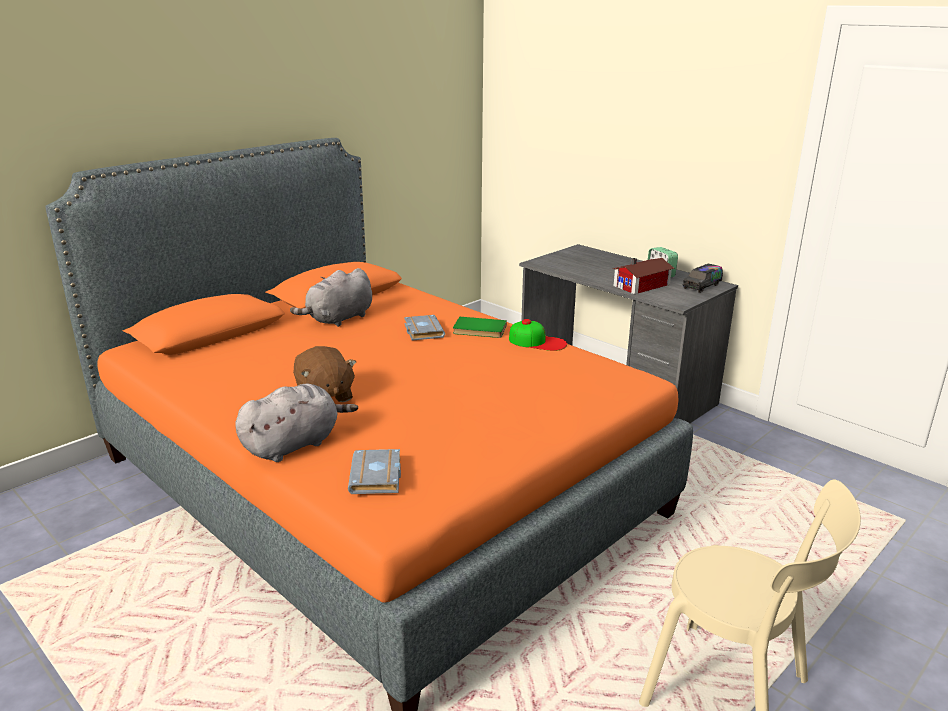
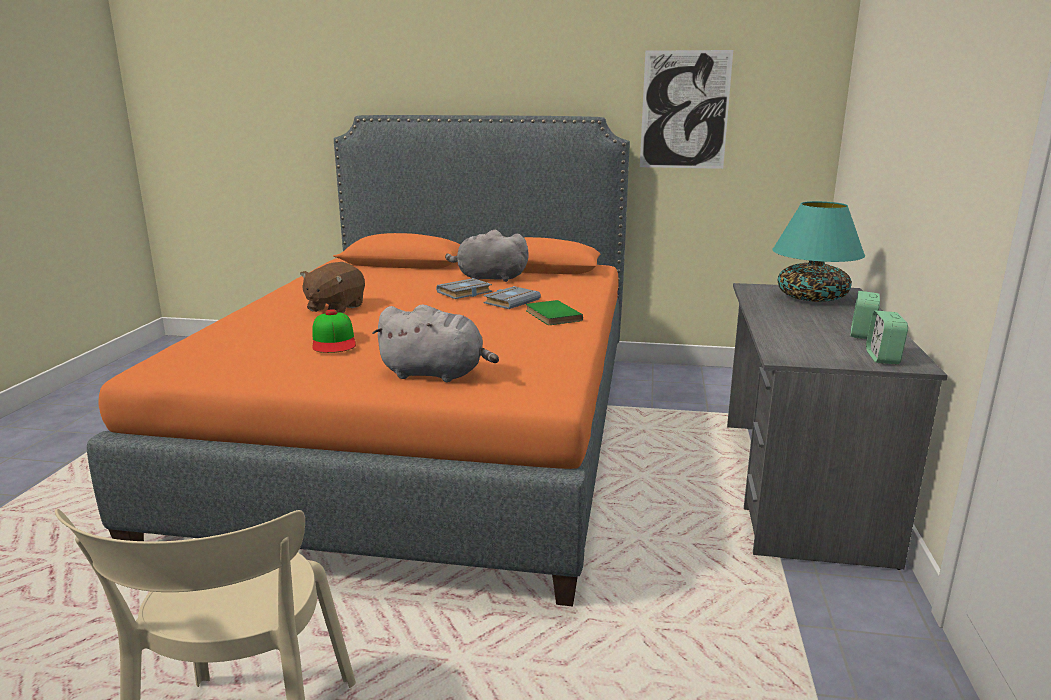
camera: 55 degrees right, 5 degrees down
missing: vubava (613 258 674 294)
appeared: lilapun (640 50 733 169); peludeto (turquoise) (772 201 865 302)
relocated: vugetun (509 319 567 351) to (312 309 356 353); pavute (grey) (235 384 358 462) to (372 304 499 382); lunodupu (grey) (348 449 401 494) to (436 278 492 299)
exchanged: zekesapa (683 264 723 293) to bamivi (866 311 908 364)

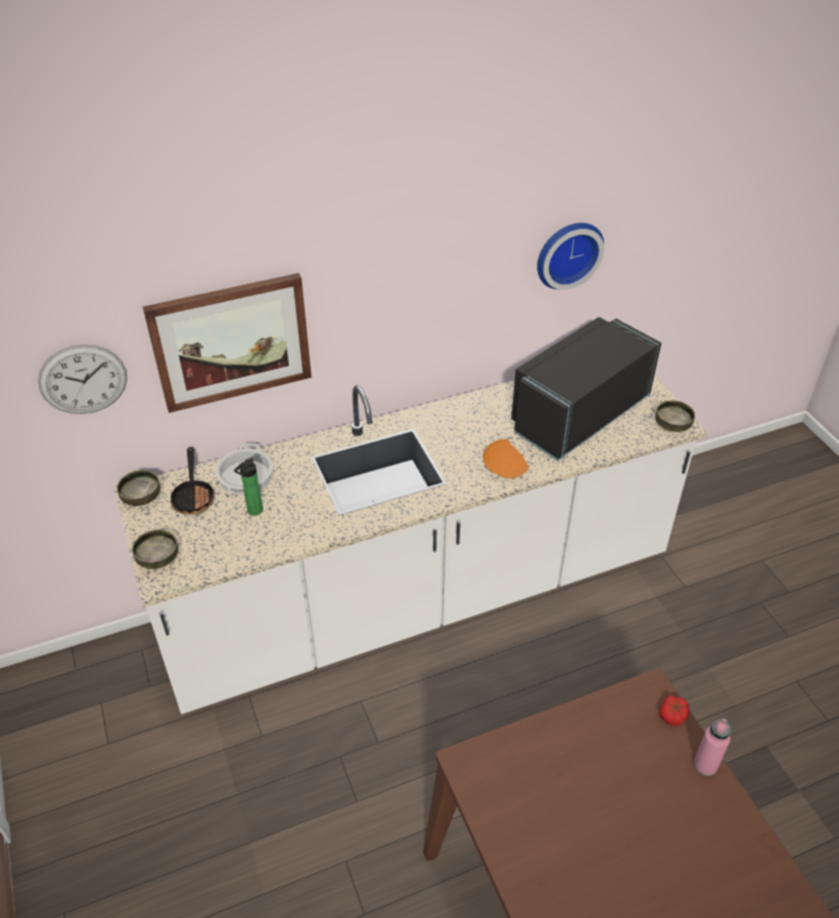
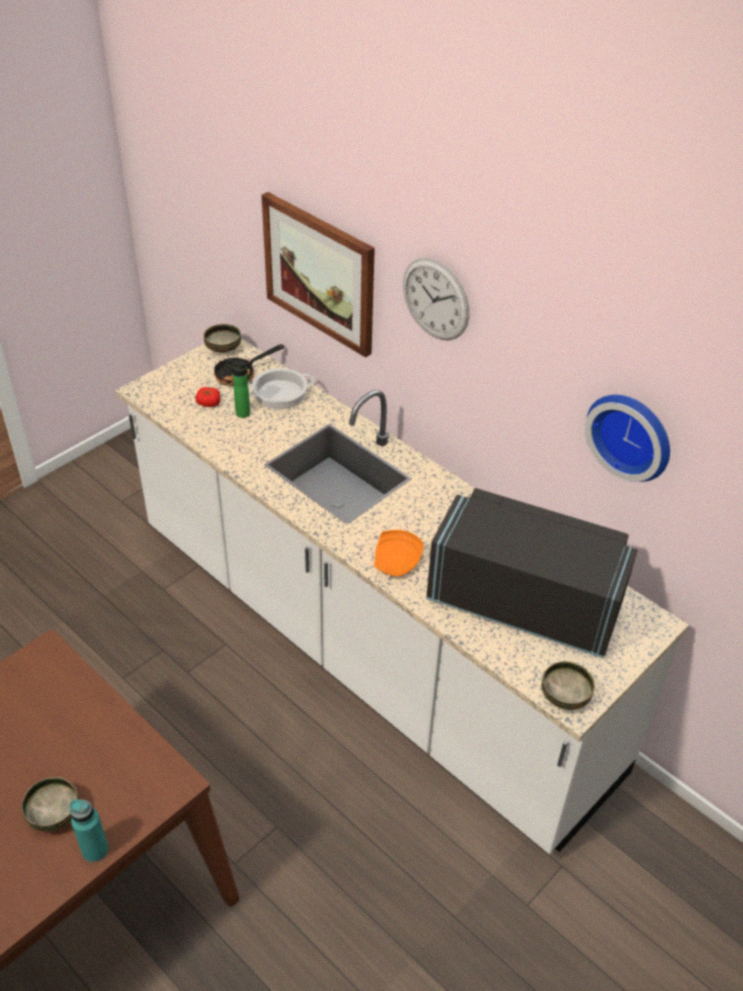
camera: 65 degrees right, 0 degrees up
relocated: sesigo (132 530 178 569) to (22 777 79 832); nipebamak (659 695 690 726) to (195 387 220 407); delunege (38 344 127 414) to (403 258 469 340)
colour: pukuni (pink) (694 718 731 776) to pukuni (turquoise) (69 799 109 862)

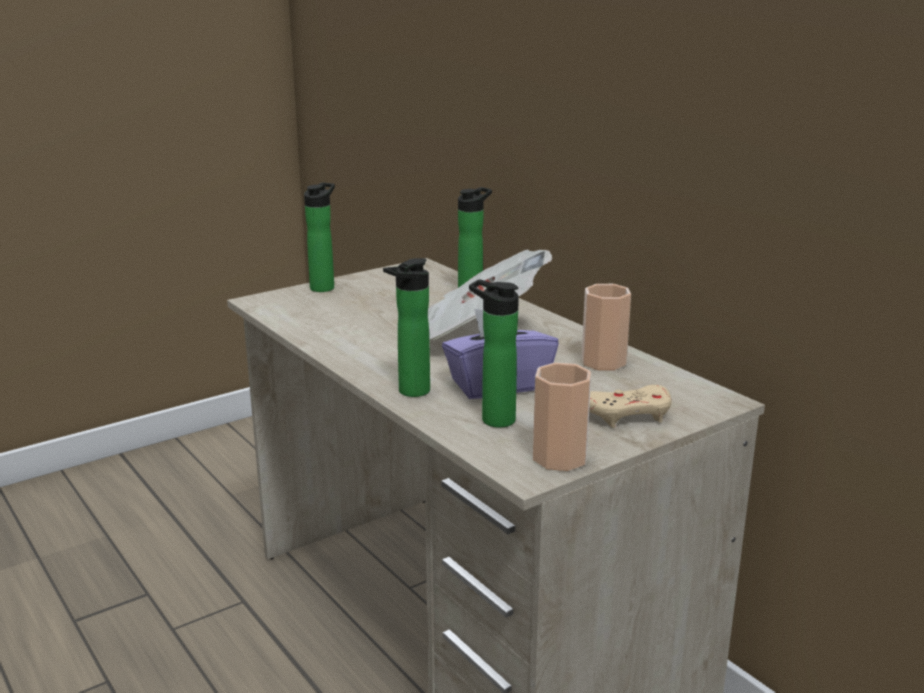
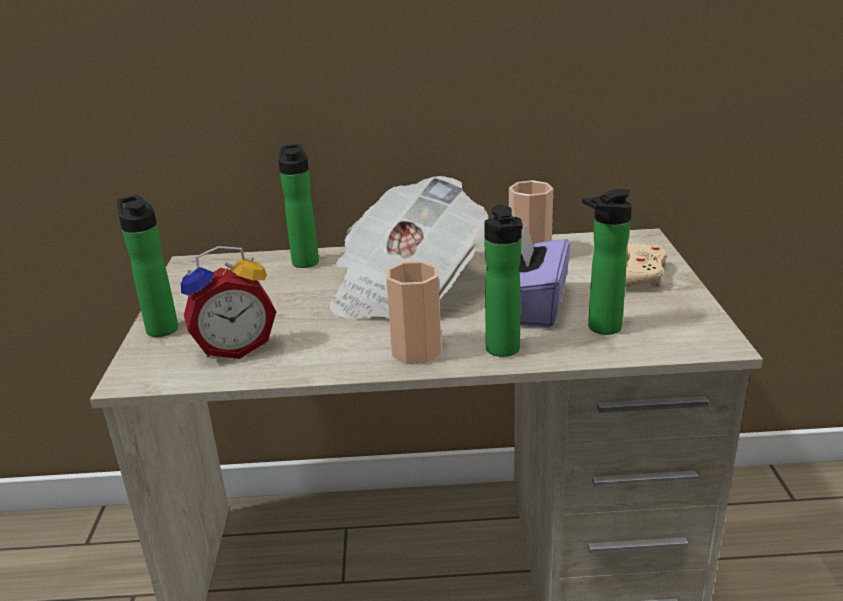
camera: 55 degrees left, 5 degrees up
appeared: bamivi (181 246 276 359)
relocated: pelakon (533 362 591 471) to (386 261 442 363)

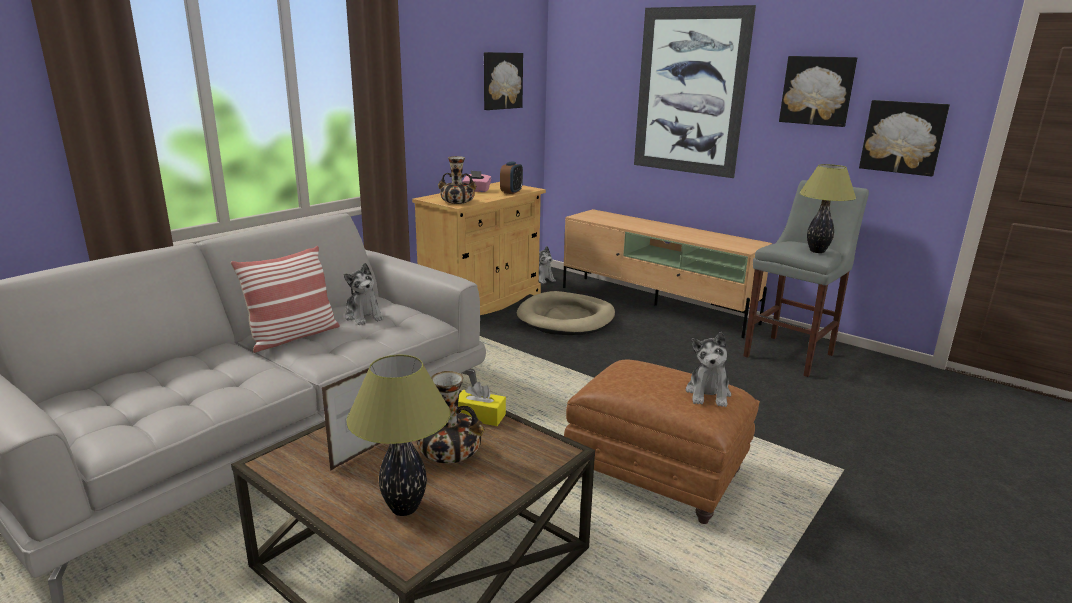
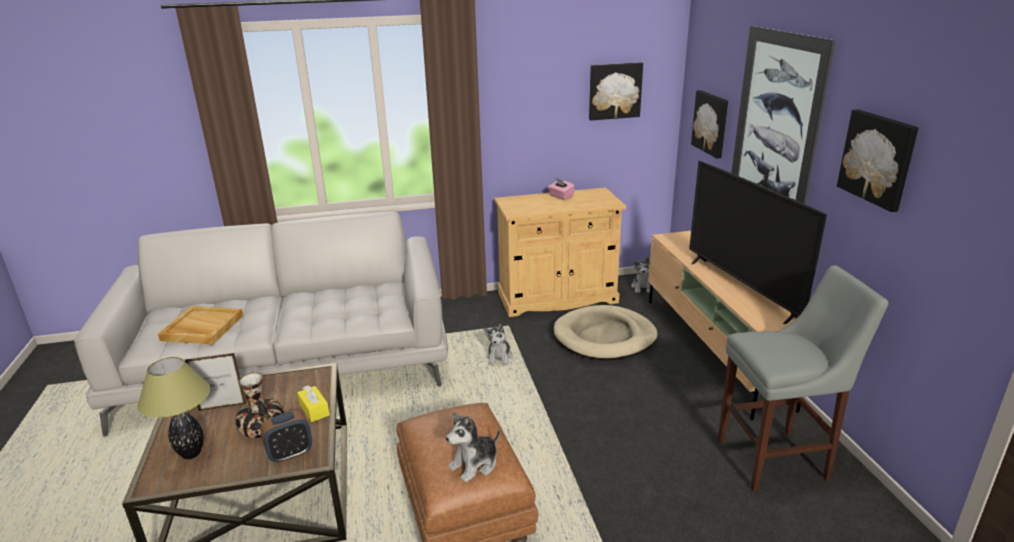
camera: 40 degrees right, 5 degrees up
missing: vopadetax (231 246 340 353); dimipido (438 156 476 204); peludeto (799 164 856 253)
appeared: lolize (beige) (158 306 243 345); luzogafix (689 161 827 324)
relocated: bamivi (500 161 523 194) to (260 410 312 463); pavute (344 263 384 325) to (484 323 513 366); lilapun (859 100 950 176) to (691 90 728 158)

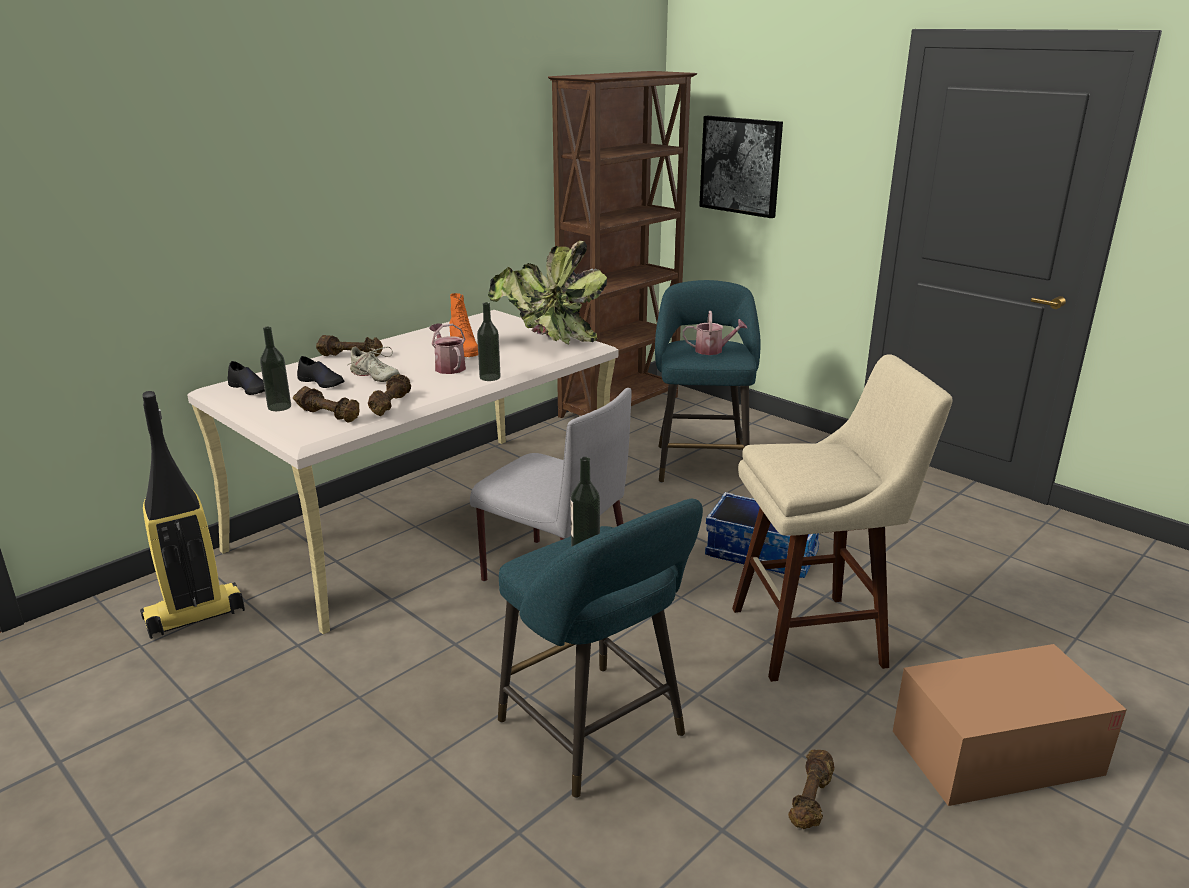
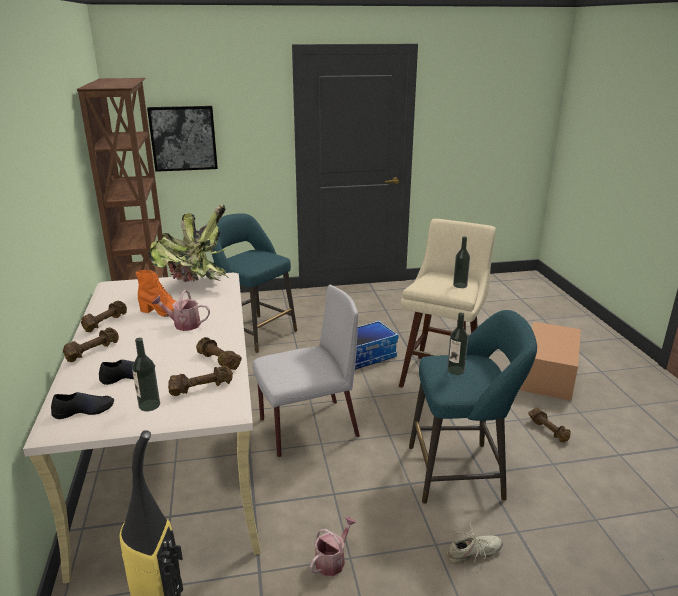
camera: 55 degrees left, 0 degrees up
appeared: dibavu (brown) (81 301 127 332)
relocated: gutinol (683 311 747 355) to (310 516 357 576); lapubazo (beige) (348 347 400 382) to (446 522 503 565); pukuni (477 302 501 381) to (453 237 470 288)

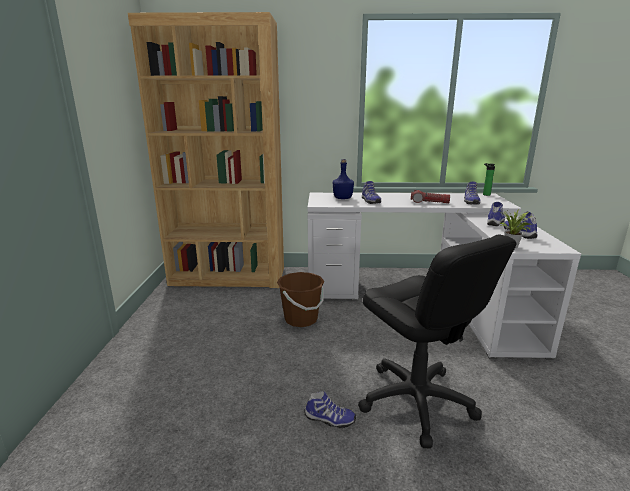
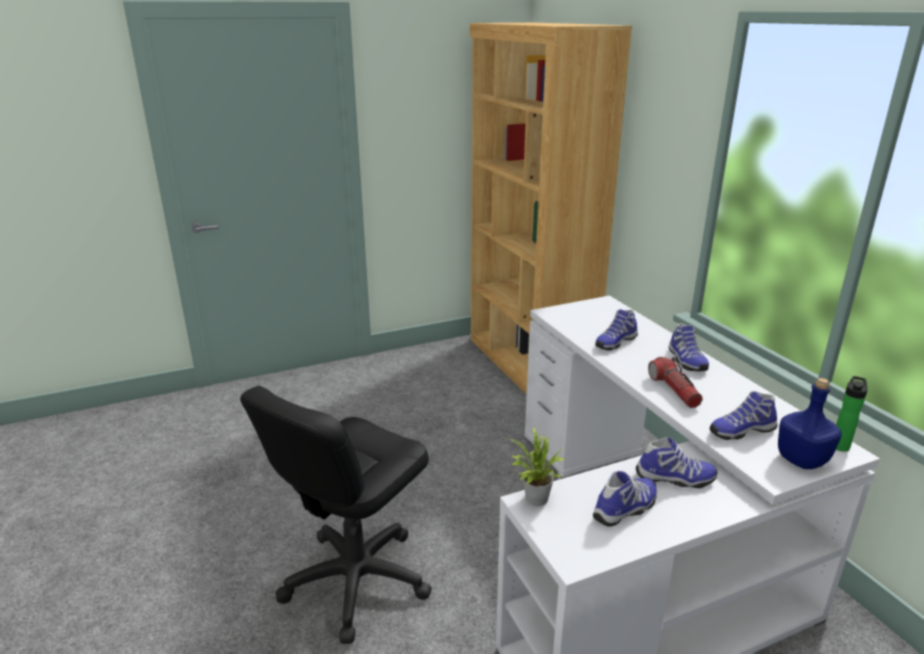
camera: 65 degrees right, 5 degrees up
missing: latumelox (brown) (277 272 324 327)
relocated: lapubazo (305 391 356 429) to (669 323 709 372); pukuni (blue) (333 159 354 199) to (778 378 842 469)

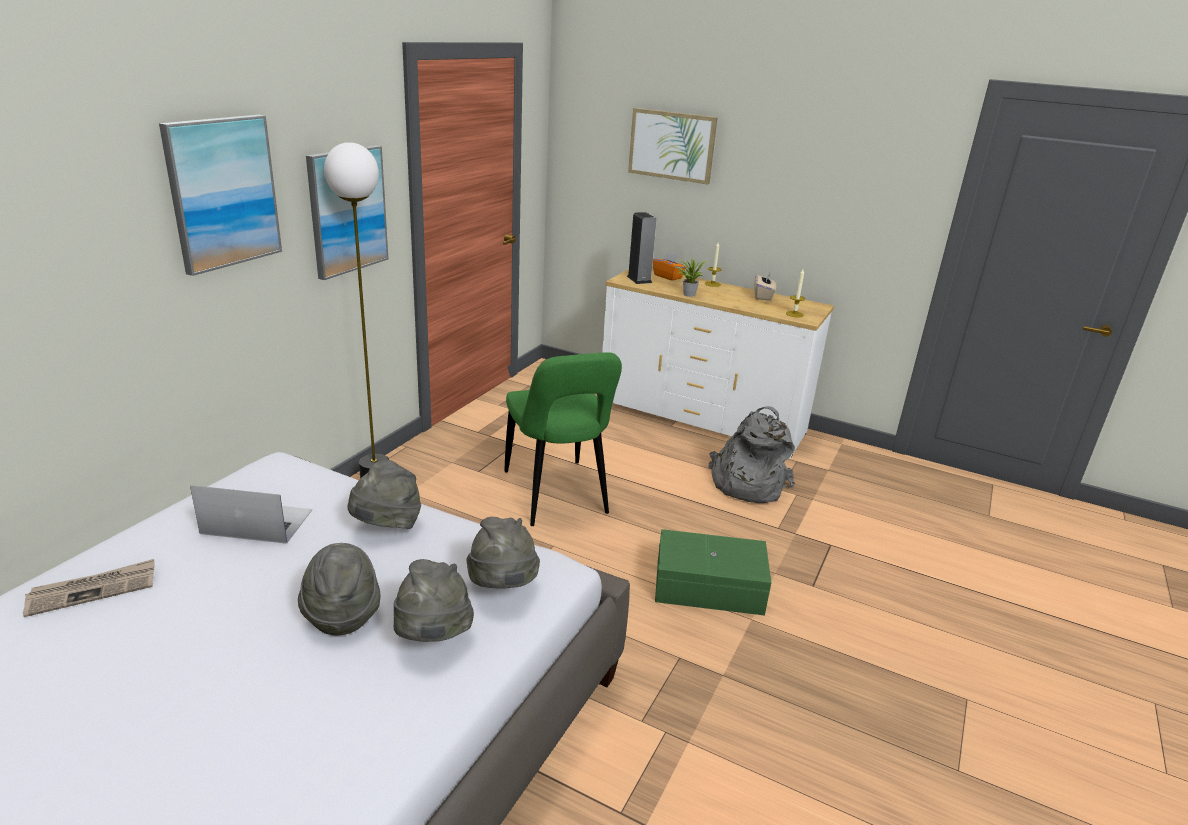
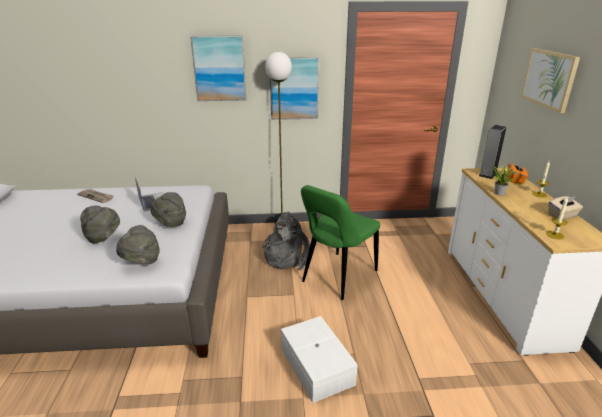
camera: 60 degrees right, 0 degrees up
missing: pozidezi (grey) (394 559 474 642)
relocated: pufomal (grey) (709 406 795 503) to (262 212 310 270)
colour: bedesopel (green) (655 529 771 616) to bedesopel (white) (281 316 358 403)

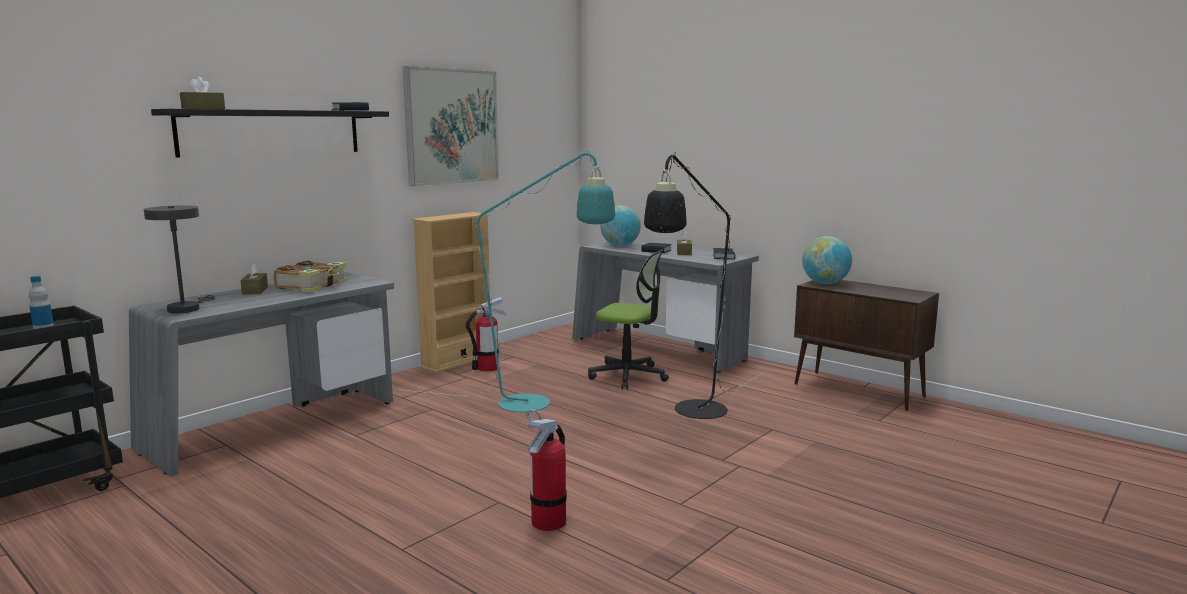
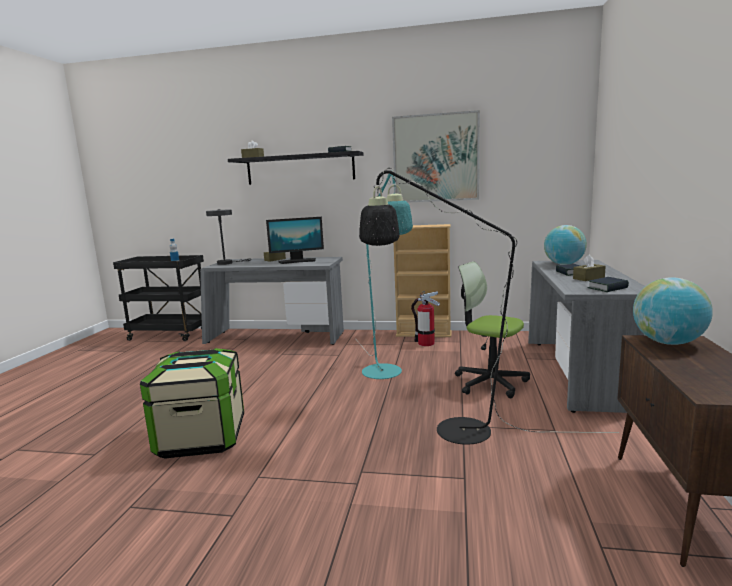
camera: 60 degrees right, 0 degrees up
exchanged: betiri (526 410 567 531) to bedesopel (140 348 244 459); lunodupu (274 261 348 292) to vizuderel (266 217 324 264)
spun: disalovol (588 249 669 390) = (455 261 530 398) 135 degrees clockwise

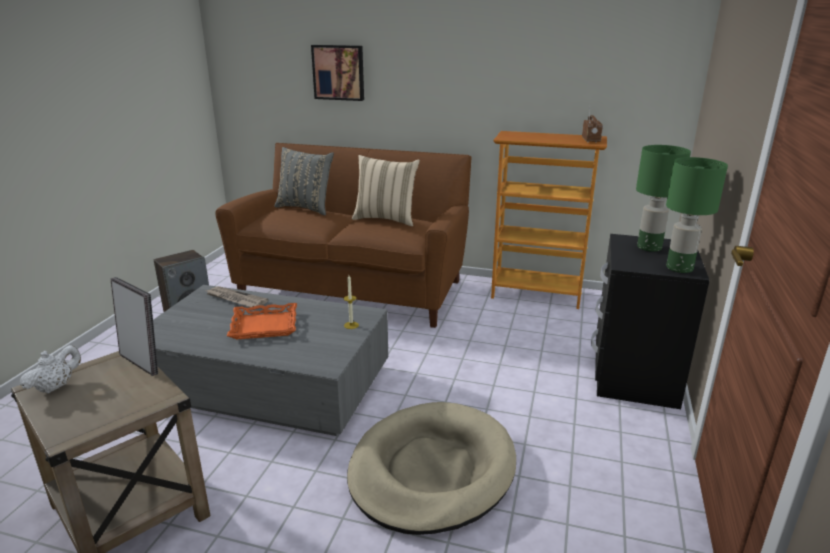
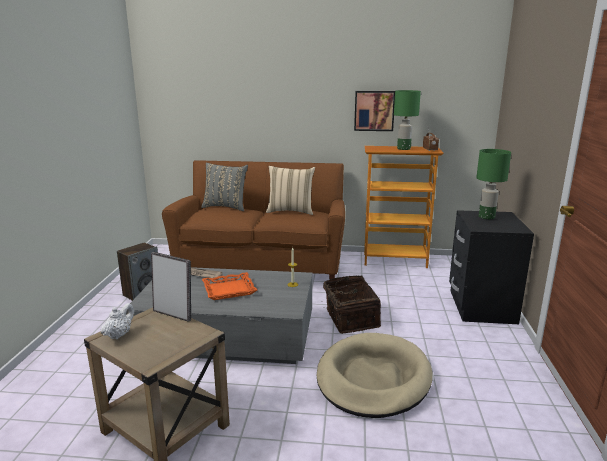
camera: 10 degrees left, 5 degrees down
appeared: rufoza (323 275 381 333)
relocated: lilapun (311 45 364 101) to (354 91 395 131); peludeto (green) (666 157 728 273) to (394 90 421 150)

